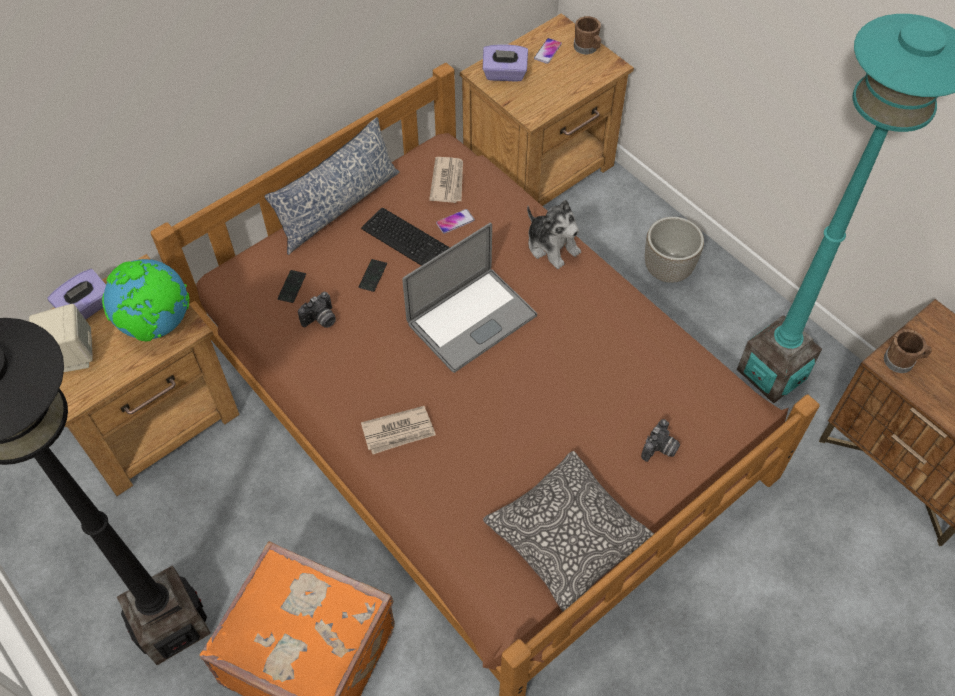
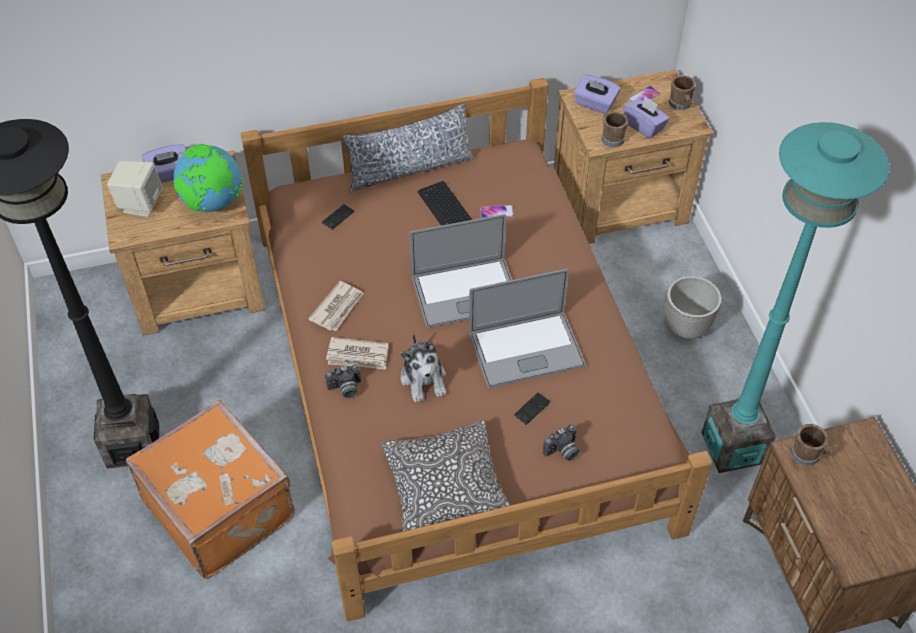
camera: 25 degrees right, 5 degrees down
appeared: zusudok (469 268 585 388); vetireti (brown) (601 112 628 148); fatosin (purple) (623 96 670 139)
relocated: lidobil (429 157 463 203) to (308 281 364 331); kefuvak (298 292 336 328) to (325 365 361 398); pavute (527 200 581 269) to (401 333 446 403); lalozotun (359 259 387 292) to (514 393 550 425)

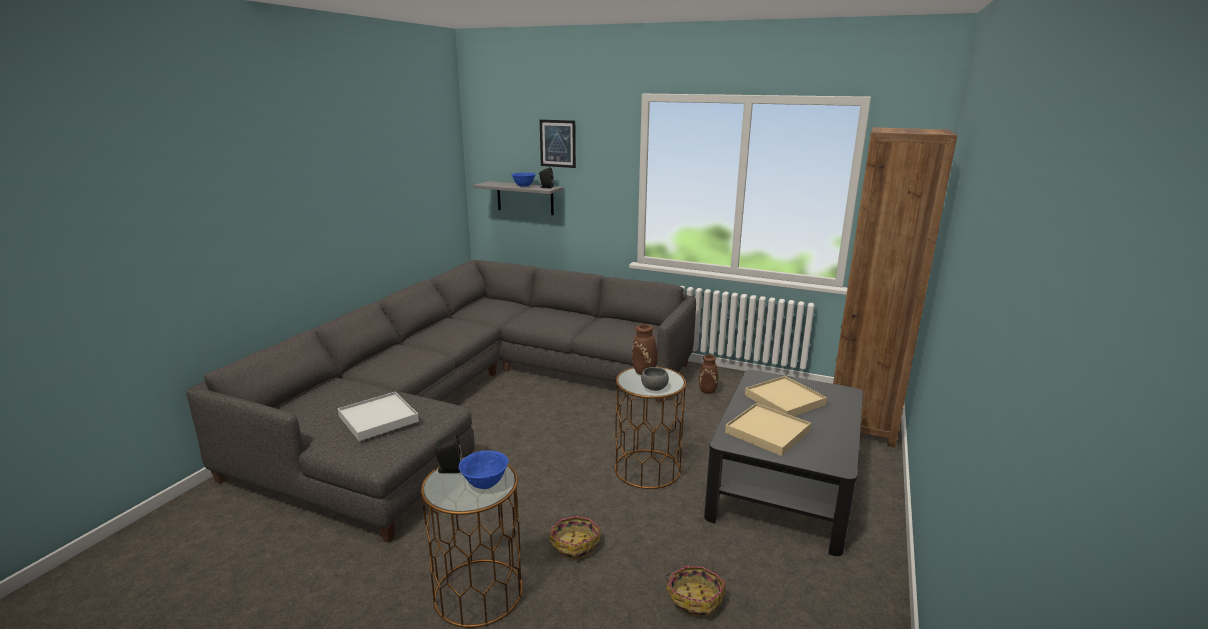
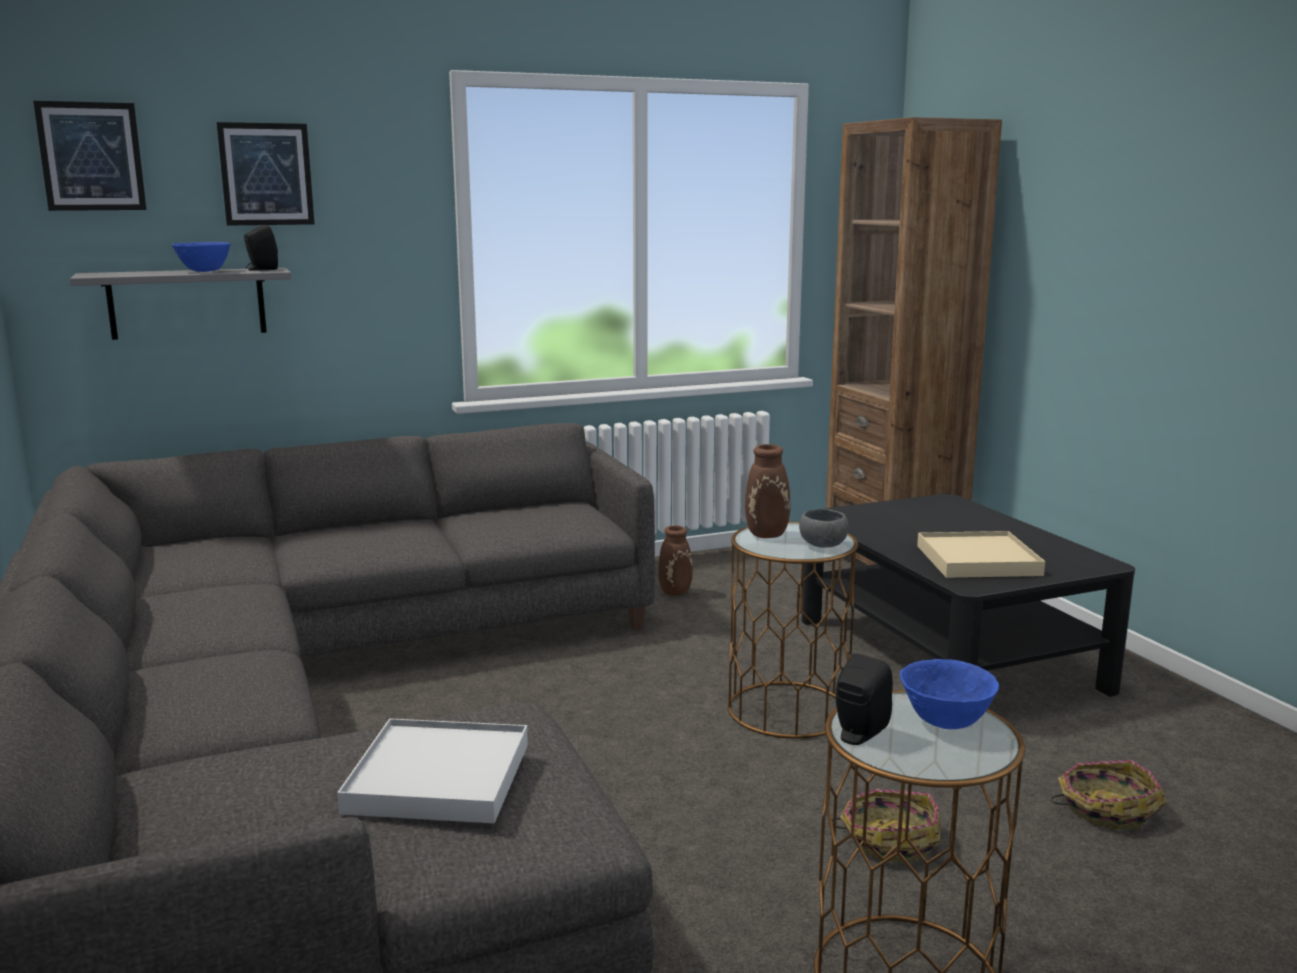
camera: 45 degrees left, 5 degrees down
missing: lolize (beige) (745 376 827 416)
appeared: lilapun (33 101 146 211)

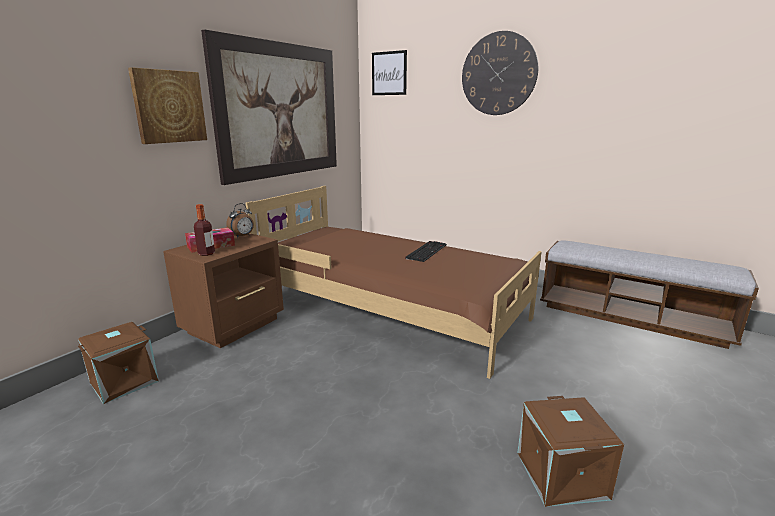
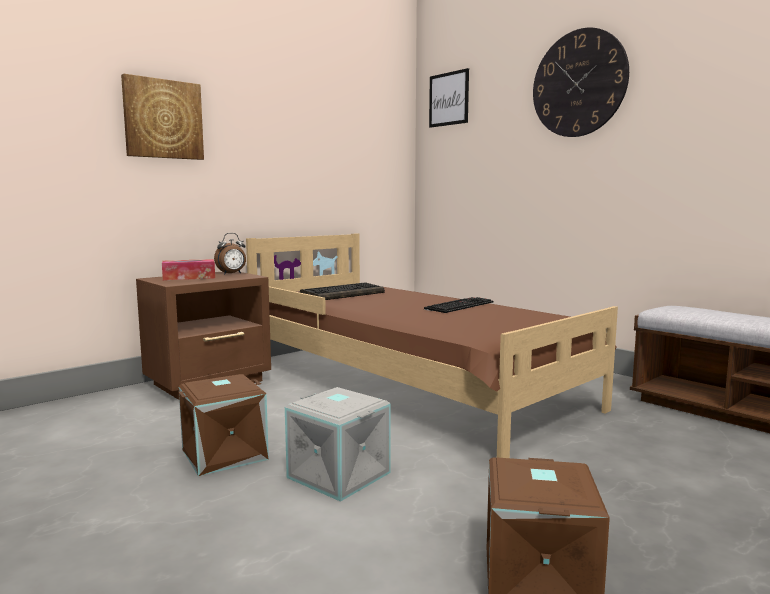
camera: 15 degrees right, 10 degrees down
missing: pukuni (194 204 215 256); lilapun (201 29 337 185)
appeared: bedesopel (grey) (285 387 391 502); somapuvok (300 282 385 300)
relocated: bedesopel (brown) (78 322 159 404) to (179 374 269 476)

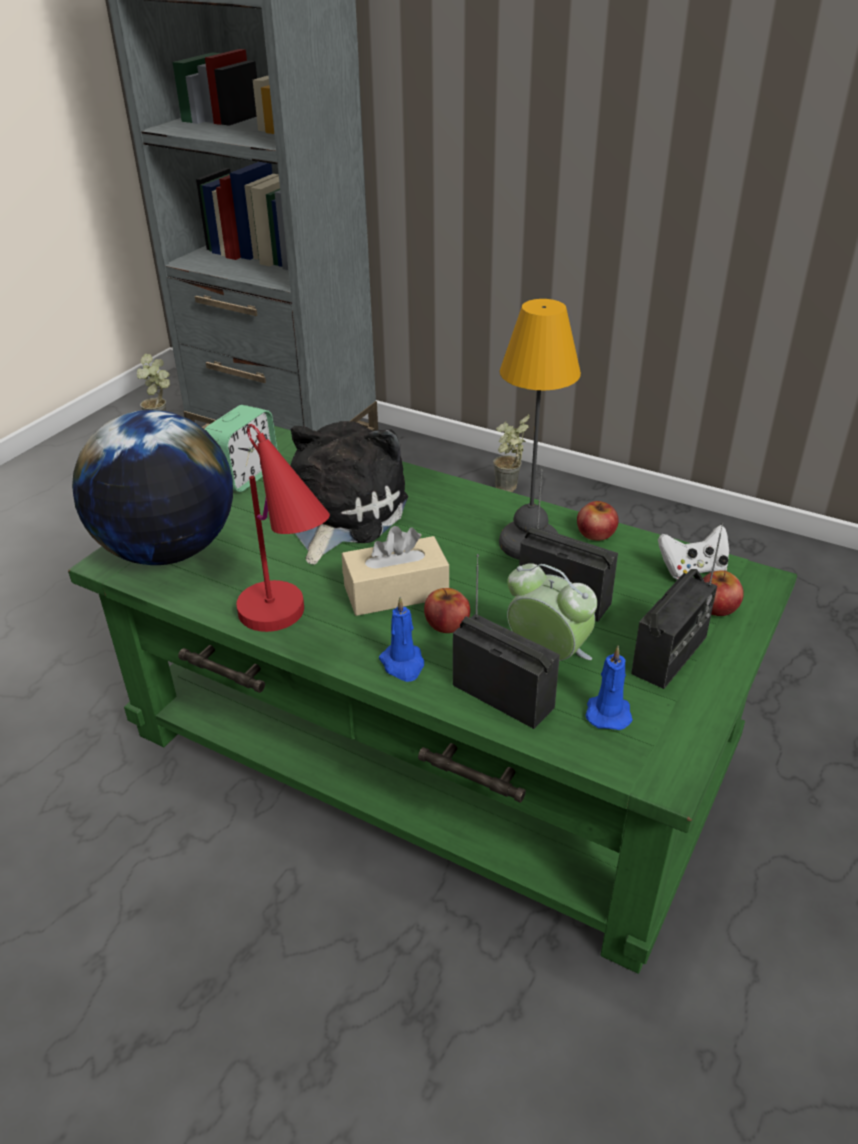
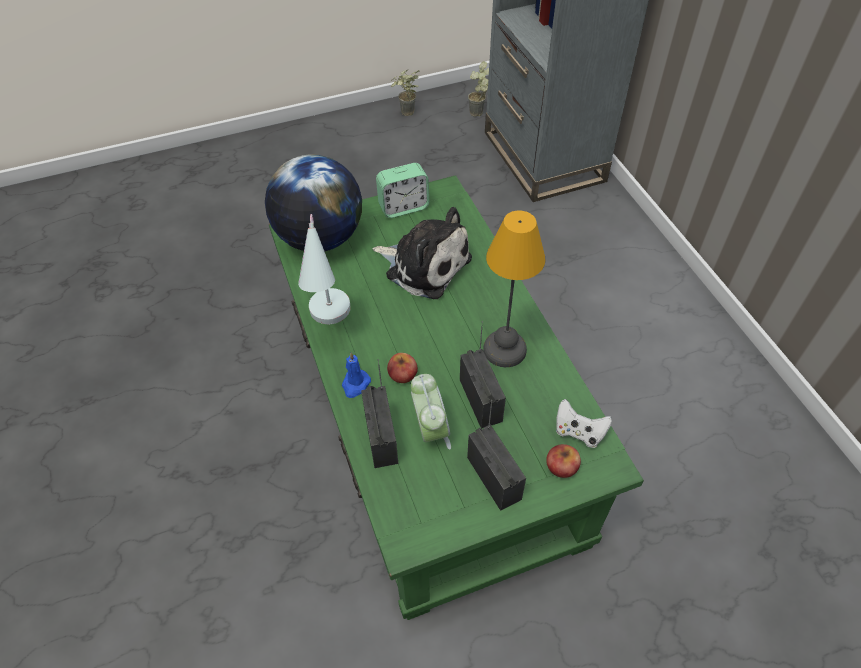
camera: 40 degrees right, 15 degrees up
missing: fatosin (beige) (342 526 449 616); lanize (577 501 619 541); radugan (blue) (585 646 633 730)
relocated: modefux (493 414 529 492) to (391 69 420 116)
colour: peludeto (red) (236 424 330 632) to peludeto (white) (298 214 351 324)
spun: pavute (290 421 408 565) = (373 207 472 299) 60 degrees clockwise; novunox (631 522 723 689) = (467 400 526 511) 105 degrees counterclockwise

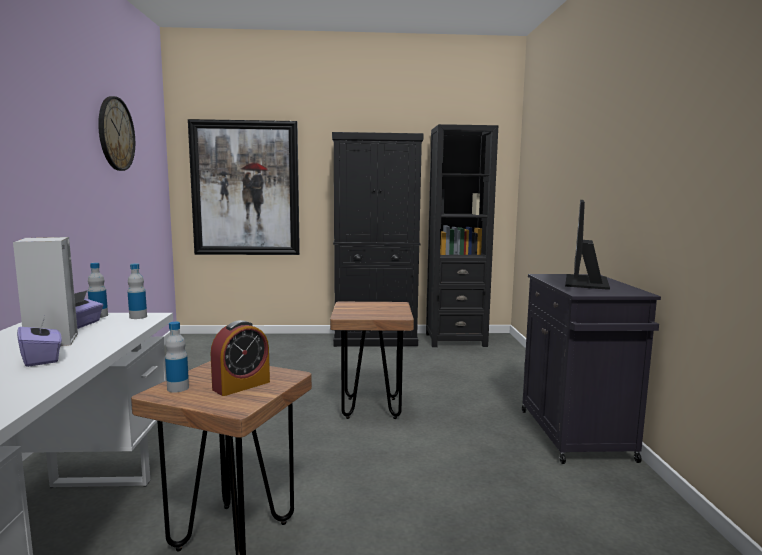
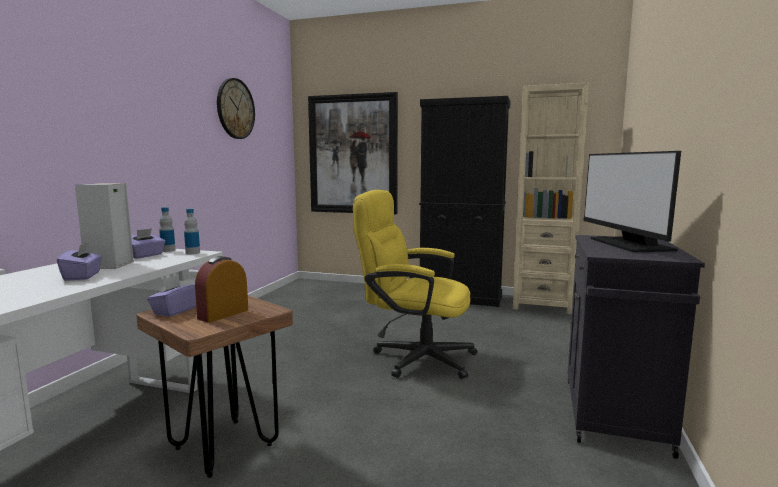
camera: 20 degrees right, 0 degrees up
exchanged: pukuni (165 322 189 393) to fatosin (purple) (147 275 196 317); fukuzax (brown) (330 302 414 419) to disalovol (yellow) (353 190 478 379)
colour: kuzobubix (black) (426 124 498 347) to kuzobubix (beige) (513 83 589 314)
spun: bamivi (211 320 270 396) = (195 256 248 323) 150 degrees clockwise; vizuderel (565 200 610 290) = (583 151 681 252) 45 degrees counterclockwise

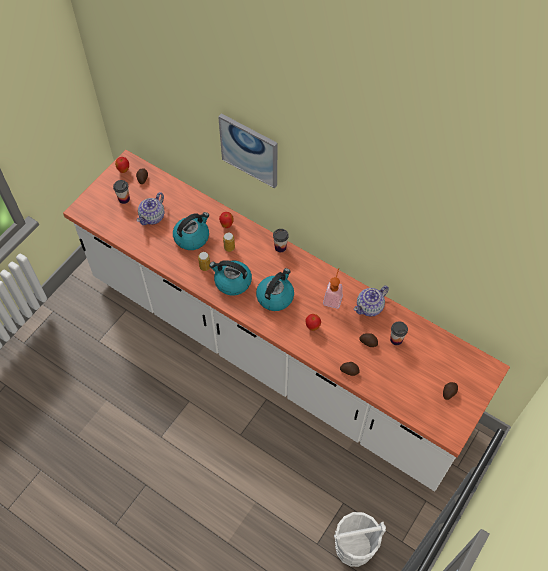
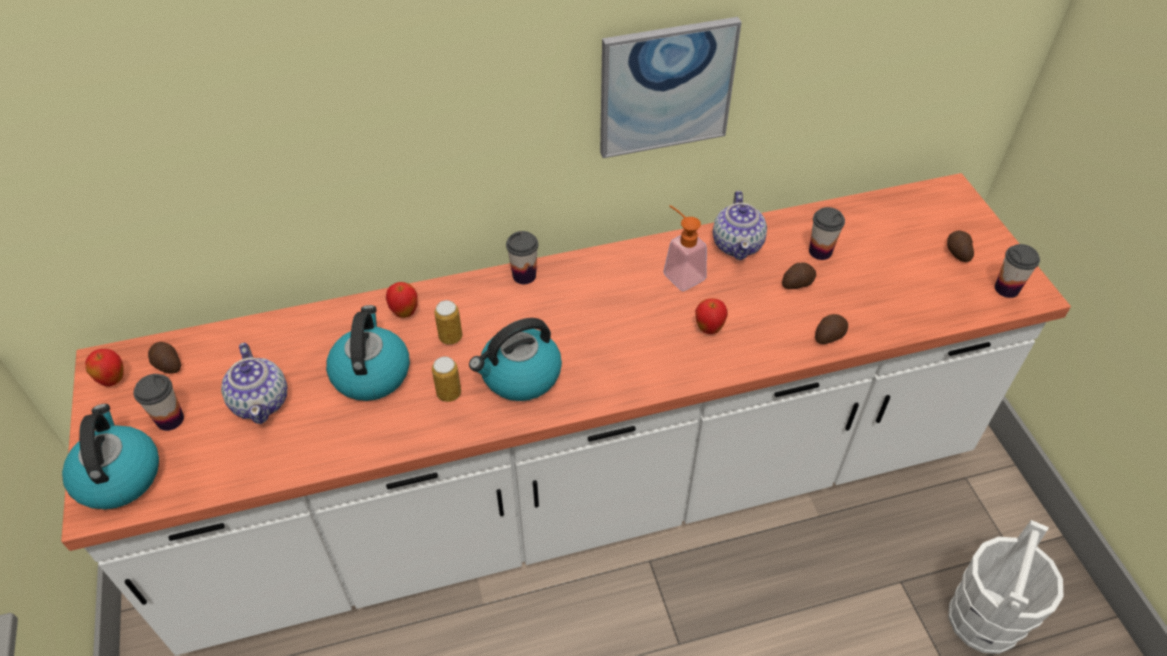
camera: 50 degrees left, 10 degrees down
appeared: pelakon (995 244 1040 298)
relocated: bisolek (256 268 294 311) to (62 404 159 510); lilapun (218 113 277 188) to (600 17 741 158)

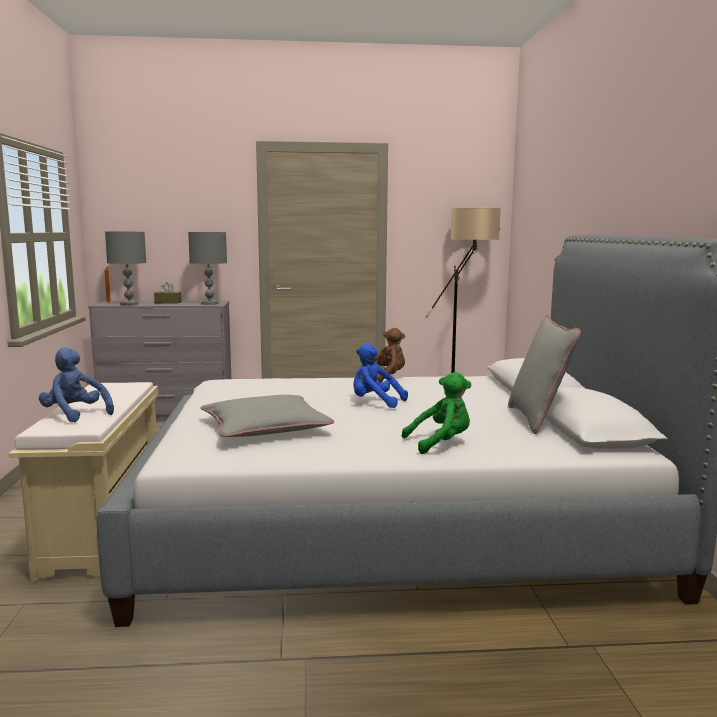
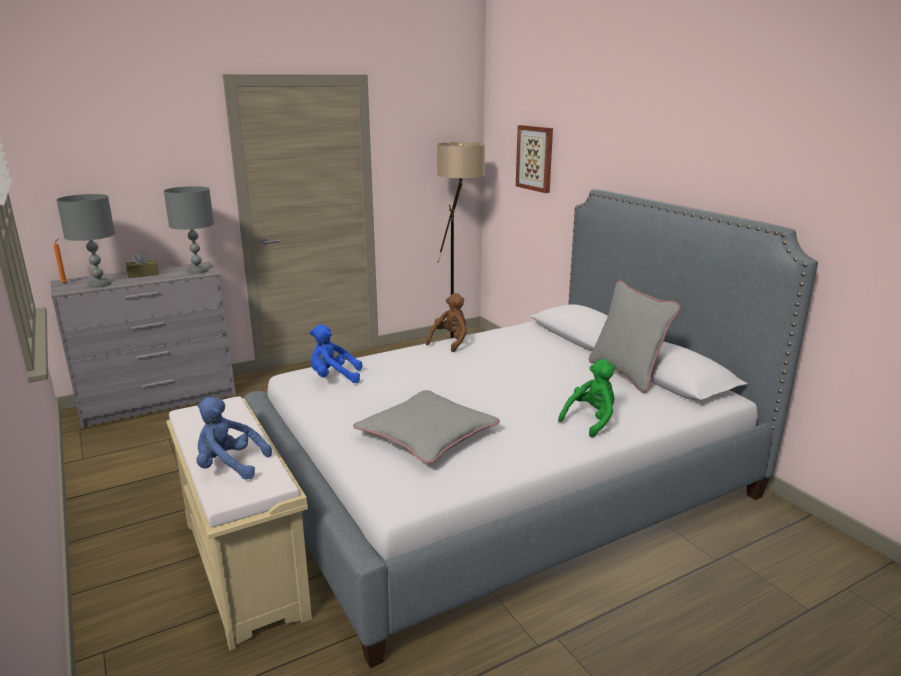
camera: 25 degrees left, 10 degrees up
appeared: lilapun (516 125 553 193)
relocated: pavute (blue) (353 344 408 408) to (309 325 362 383)

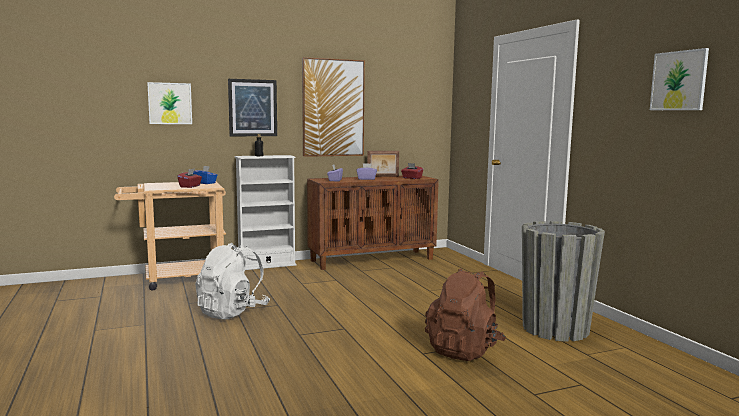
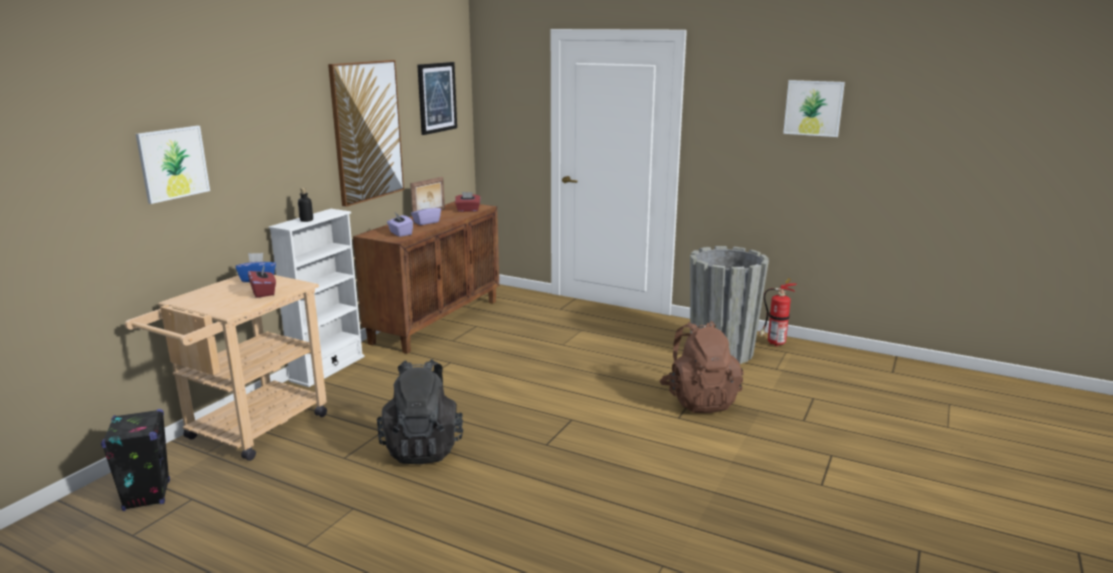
camera: 40 degrees left, 10 degrees up
appeared: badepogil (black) (101 409 170 511); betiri (759 278 797 347)
relocated: lilapun (228 79 277 136) to (417 62 457 135)
colour: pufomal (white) (195 243 270 320) to pufomal (black) (377 359 463 464)

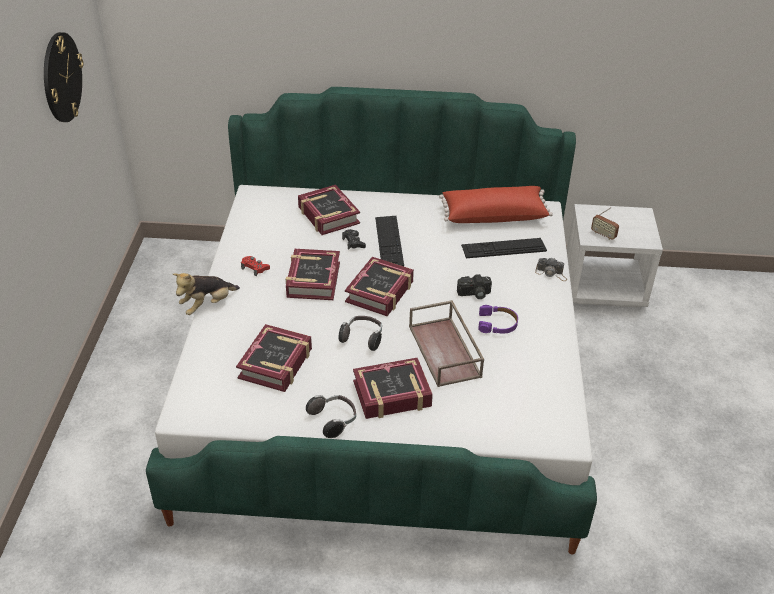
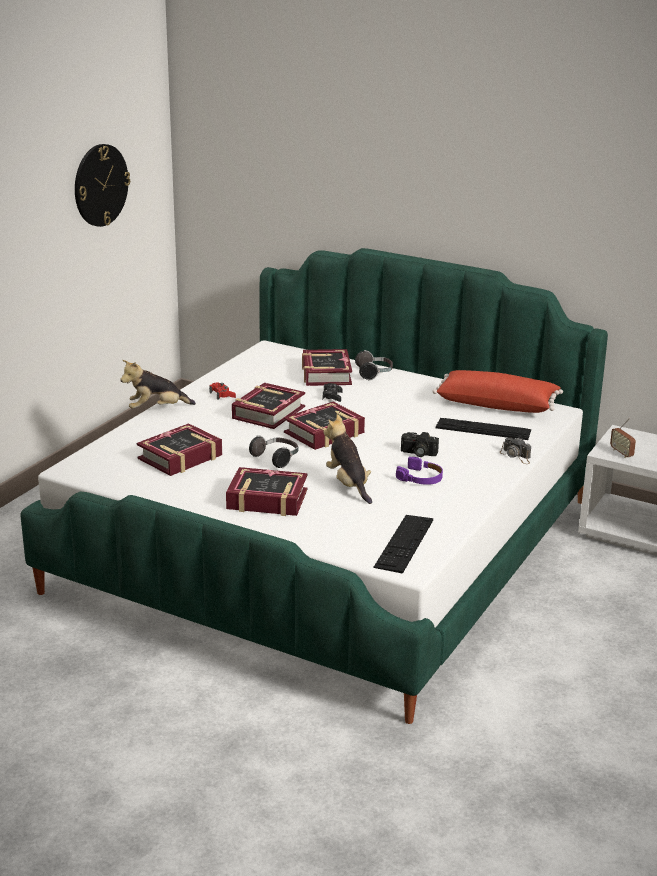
camera: 25 degrees right, 15 degrees down
relocated: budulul (306 395 356 438) to (355 350 393 381); somapuvok (375 216 404 266) to (373 515 433 574)
exchanged: lolize (brown) (409 300 484 387) to pavute (324 414 372 504)

